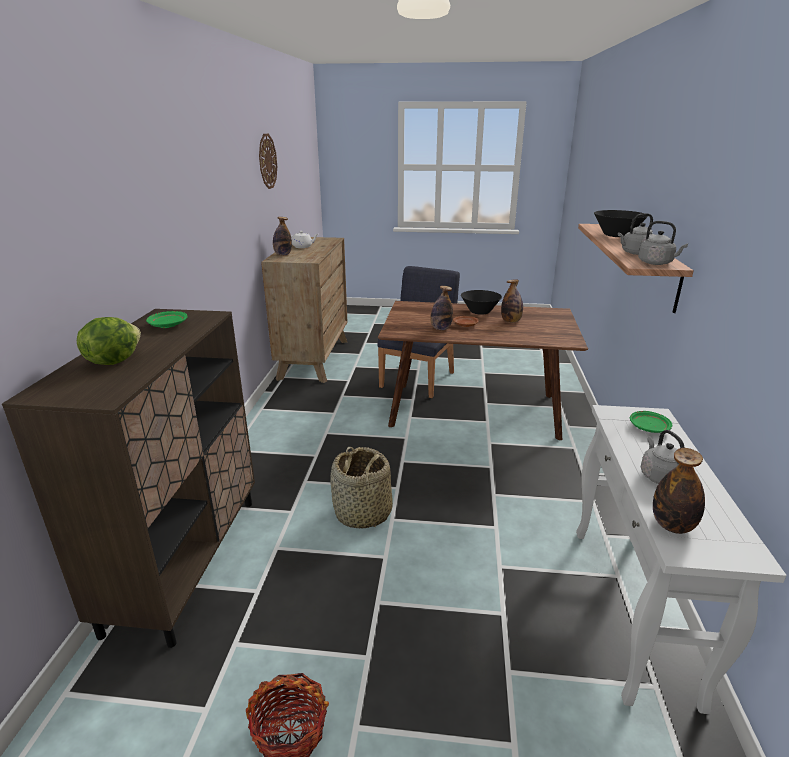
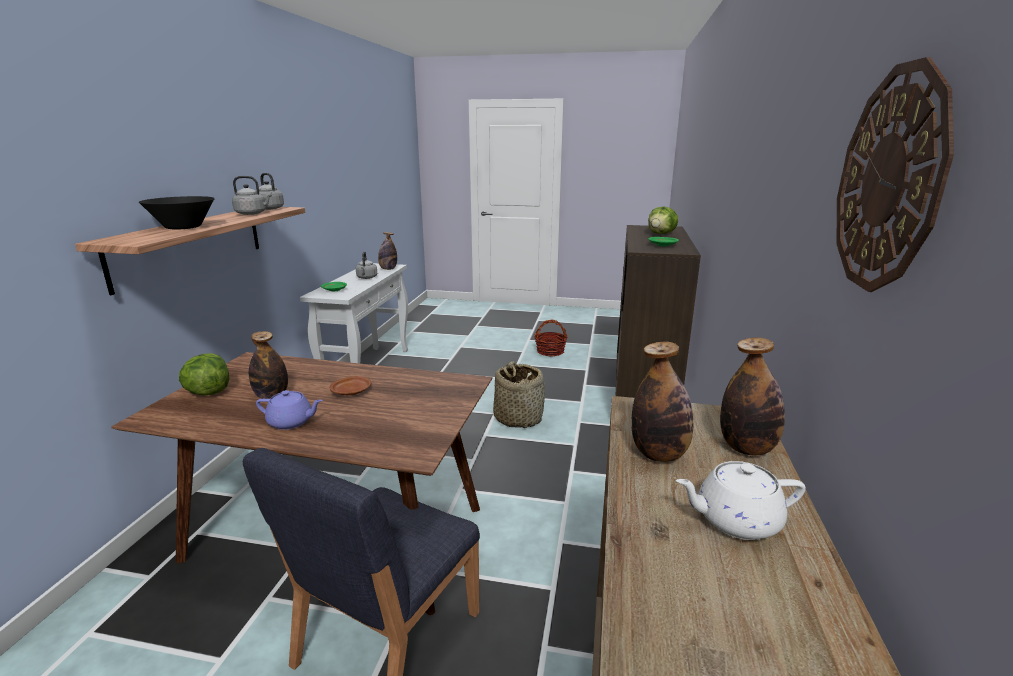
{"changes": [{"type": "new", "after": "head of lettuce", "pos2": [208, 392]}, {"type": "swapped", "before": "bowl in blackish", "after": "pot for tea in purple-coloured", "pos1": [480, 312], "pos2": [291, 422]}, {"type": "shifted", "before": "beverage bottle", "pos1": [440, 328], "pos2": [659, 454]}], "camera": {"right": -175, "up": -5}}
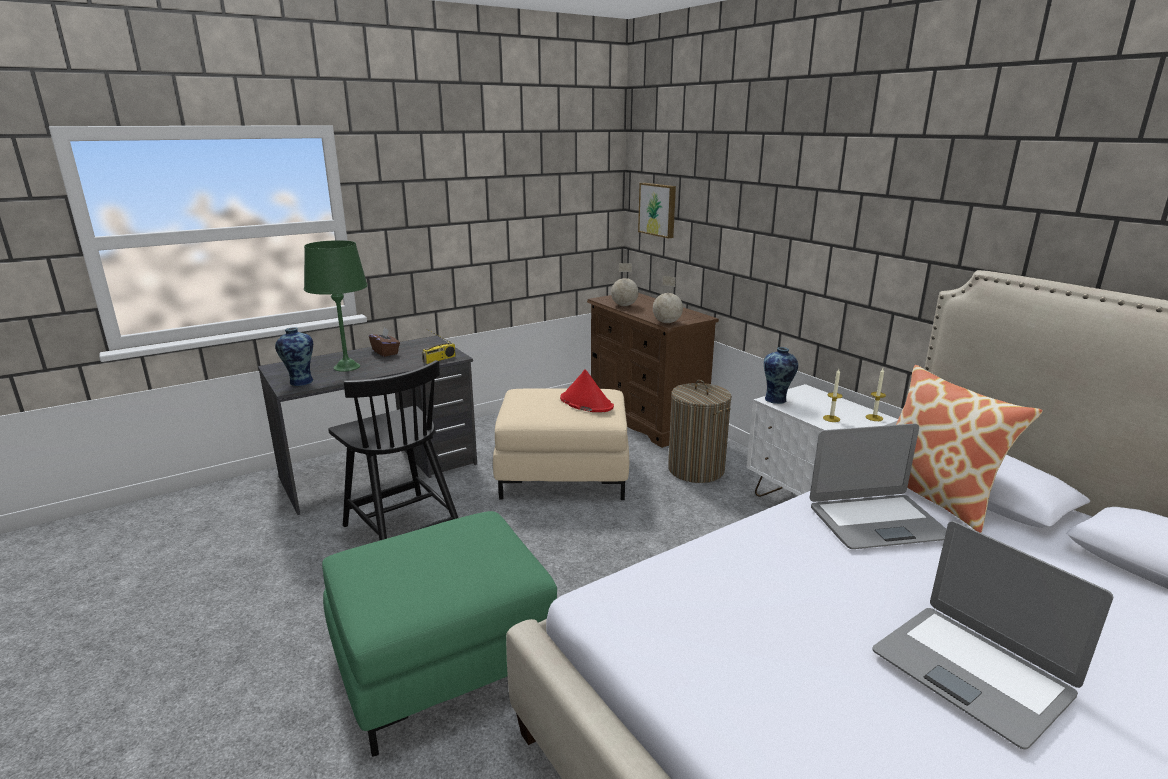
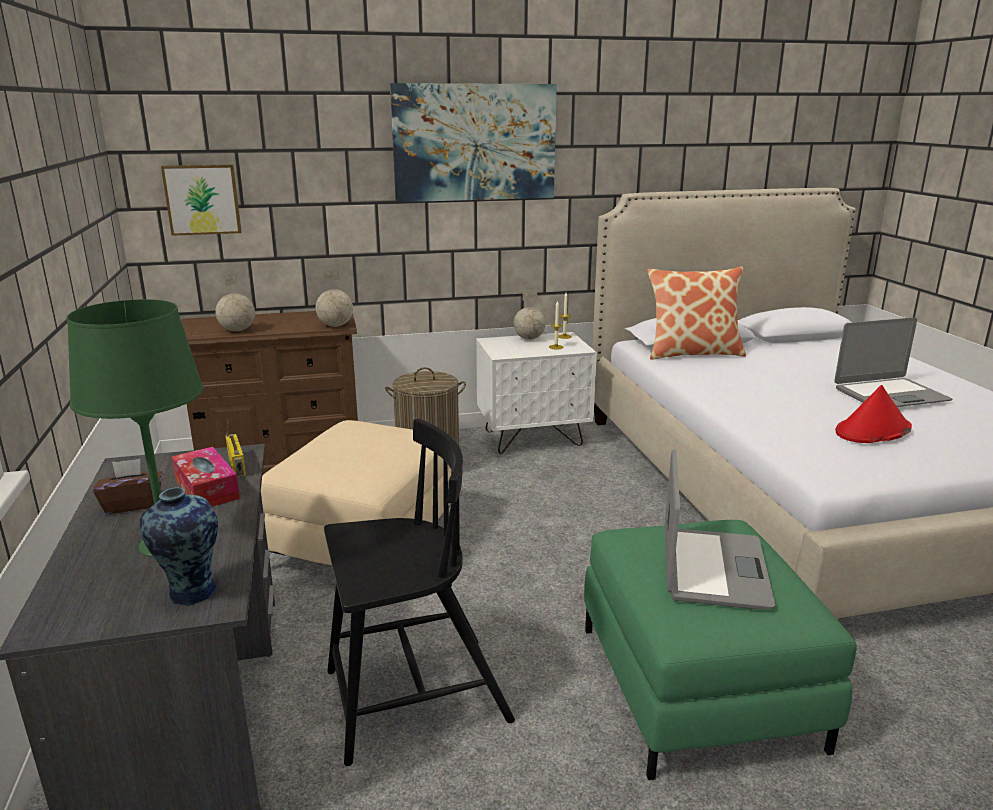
{"changes": [{"type": "new", "after": "box of tissues", "pos2": [207, 489]}, {"type": "new", "after": "picture", "pos2": [474, 142]}, {"type": "new", "after": "desk globe", "pos2": [528, 338]}, {"type": "shifted", "before": "laptop", "pos1": [877, 522], "pos2": [712, 569]}, {"type": "shifted", "before": "hat in red", "pos1": [586, 403], "pos2": [872, 431]}, {"type": "gone", "before": "decorative vase", "pos1": [776, 400]}], "camera": {"right": -70, "up": 0}}
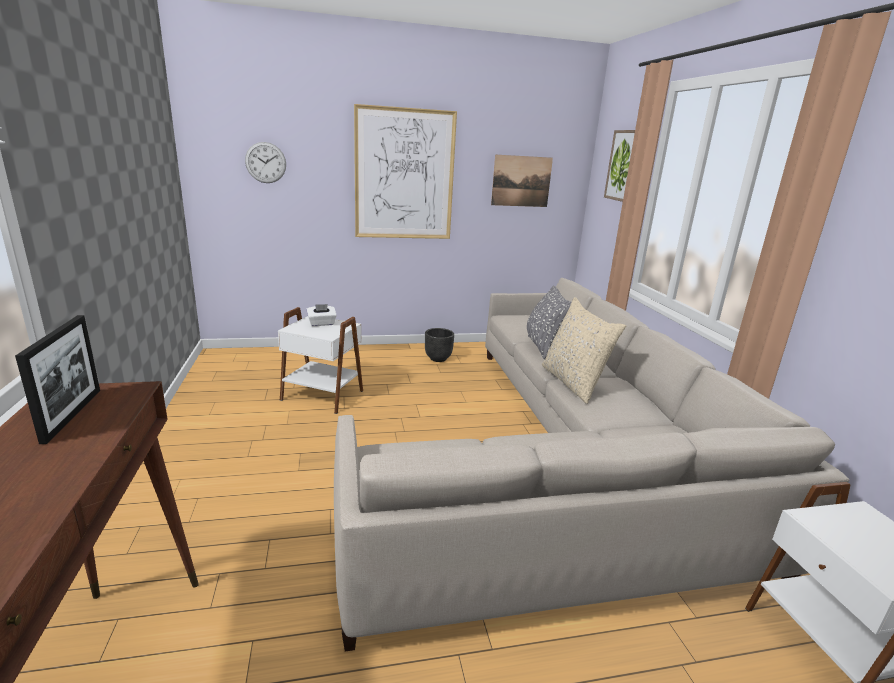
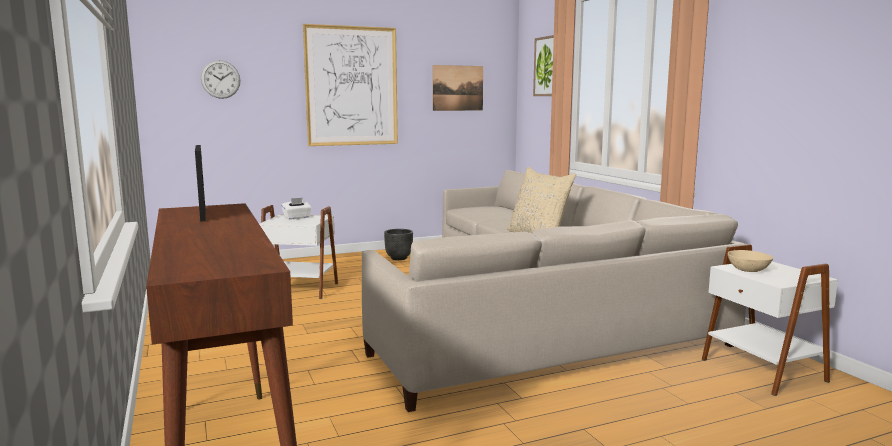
{"changes": [{"type": "new", "after": "bowl in sand-coloured", "pos2": [748, 270]}, {"type": "gone", "before": "cushion in gray", "pos1": [544, 348]}], "camera": {"right": -10, "up": -10}}
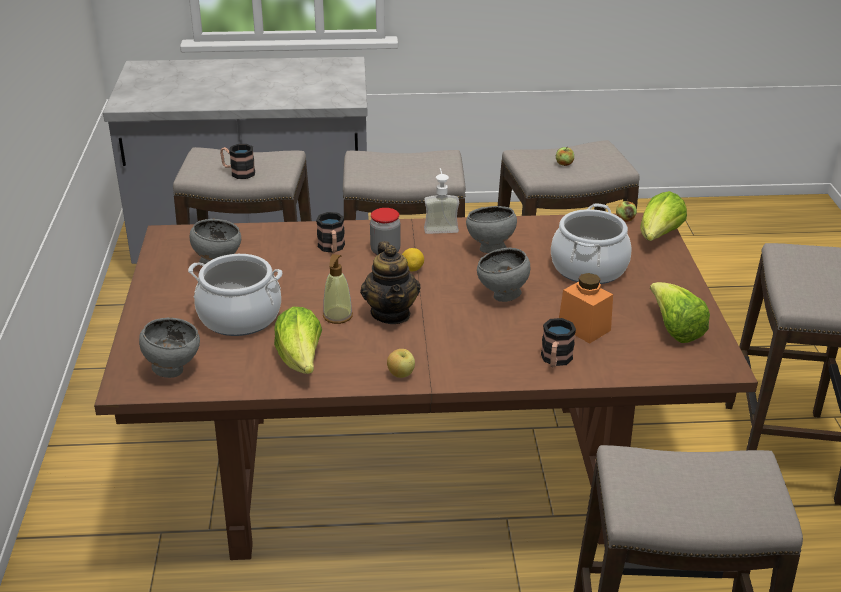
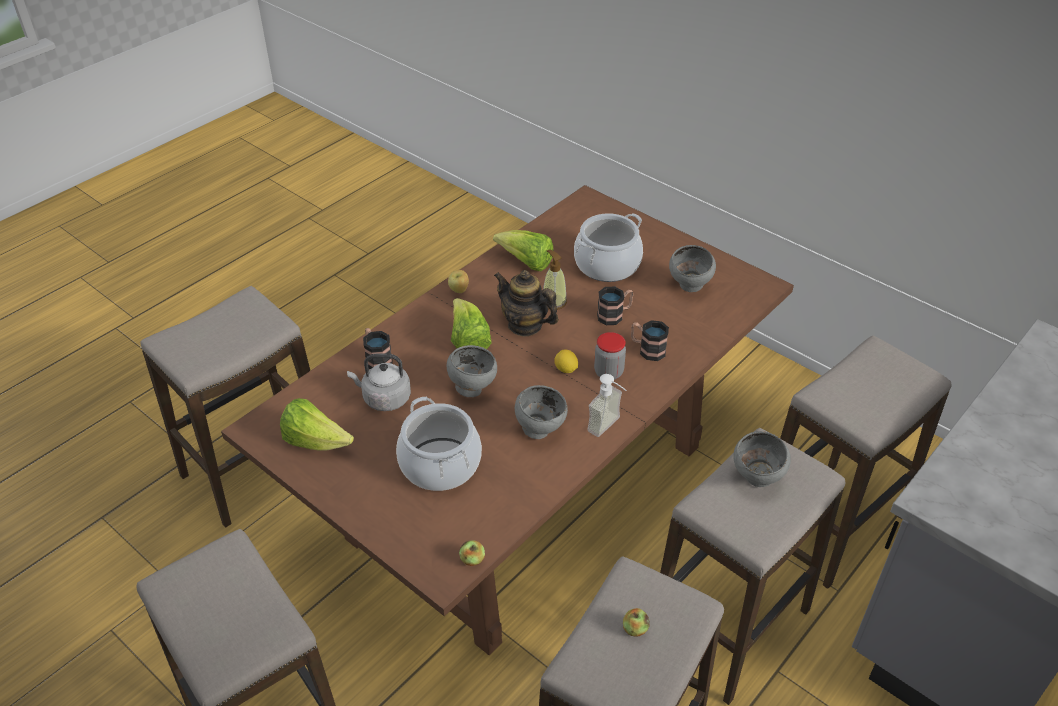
{"changes": [{"type": "swapped", "before": "storage jar in orange-coloured", "after": "kettle in gray", "pos1": [584, 328], "pos2": [384, 398]}, {"type": "shifted", "before": "head of lettuce", "pos1": [658, 237], "pos2": [468, 341]}, {"type": "shifted", "before": "mug", "pos1": [238, 172], "pos2": [614, 315]}, {"type": "shifted", "before": "bowl in gray", "pos1": [173, 370], "pos2": [757, 480]}], "camera": {"right": 135, "up": 10}}
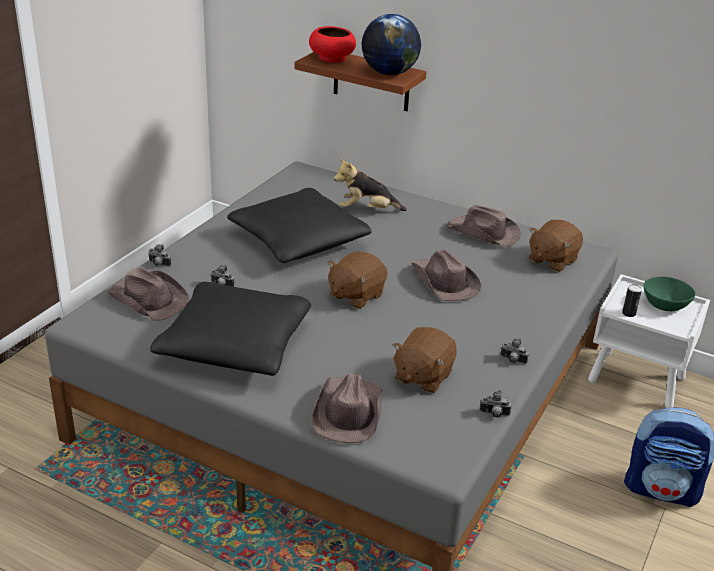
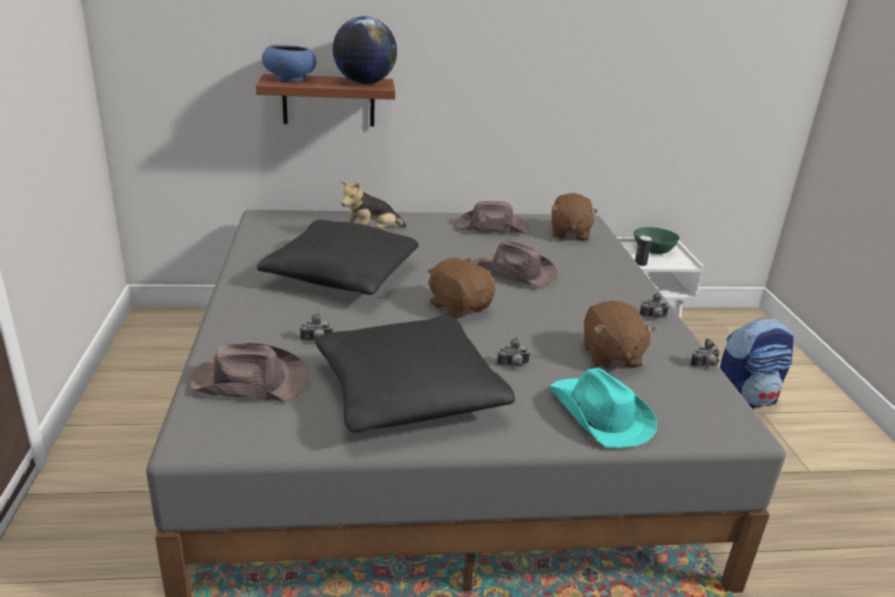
{"changes": [{"type": "repainted", "before": "bowl in red", "after": "bowl in blue-coloured", "pos1": [332, 58], "pos2": [290, 79]}, {"type": "rotated", "before": "cuddly toy in brown-coloured", "pos1": [355, 295], "pos2": [459, 307], "turn": 135}, {"type": "shifted", "before": "photo camera", "pos1": [158, 265], "pos2": [513, 365]}, {"type": "repainted", "before": "hat in brown-coloured", "after": "hat in turquoise-coloured", "pos1": [348, 412], "pos2": [599, 414]}], "camera": {"right": -35, "up": -5}}
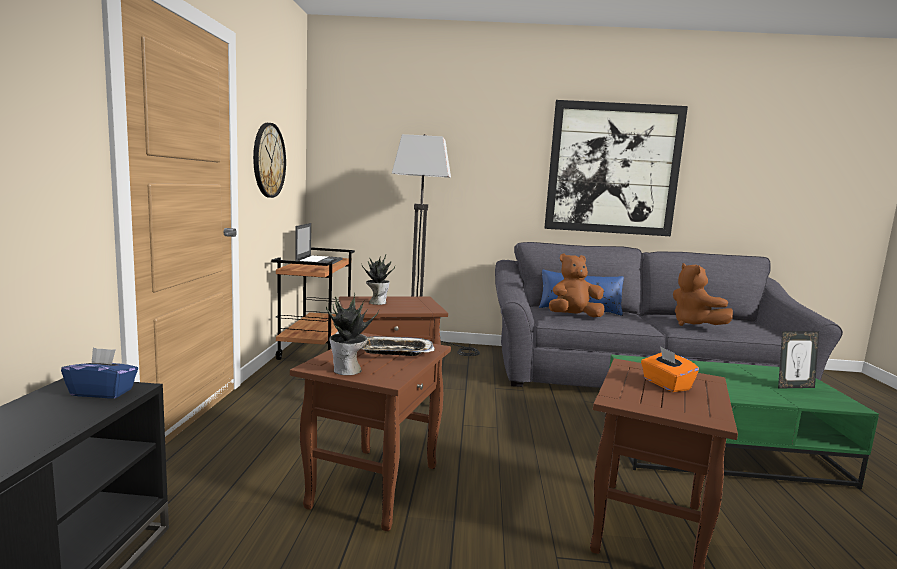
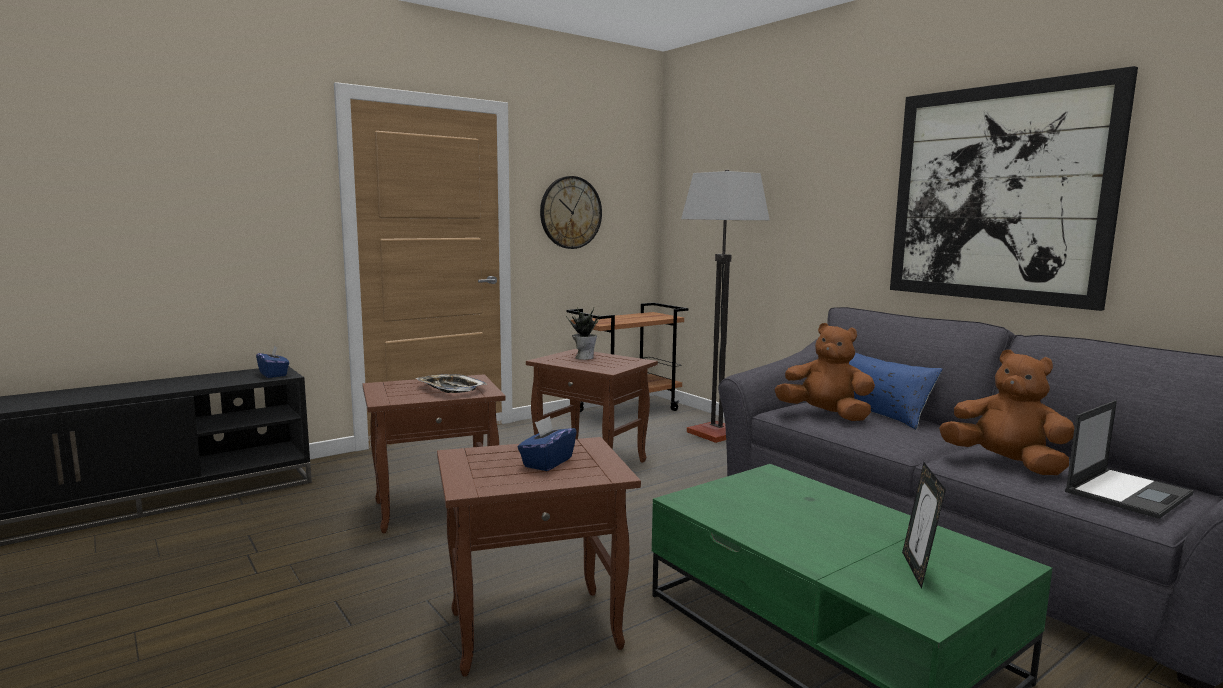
{"changes": [{"type": "repainted", "before": "box of tissues in orange-coloured", "after": "box of tissues in blue-coloured", "pos1": [666, 385], "pos2": [547, 462]}, {"type": "rotated", "before": "photo frame", "pos1": [793, 386], "pos2": [918, 570], "turn": 60}, {"type": "rotated", "before": "cuddly toy in brown-coloured", "pos1": [694, 324], "pos2": [1005, 463], "turn": 105}, {"type": "shifted", "before": "laptop", "pos1": [319, 261], "pos2": [1128, 492]}, {"type": "gone", "before": "potted plant", "pos1": [348, 371]}], "camera": {"right": 50, "up": 0}}
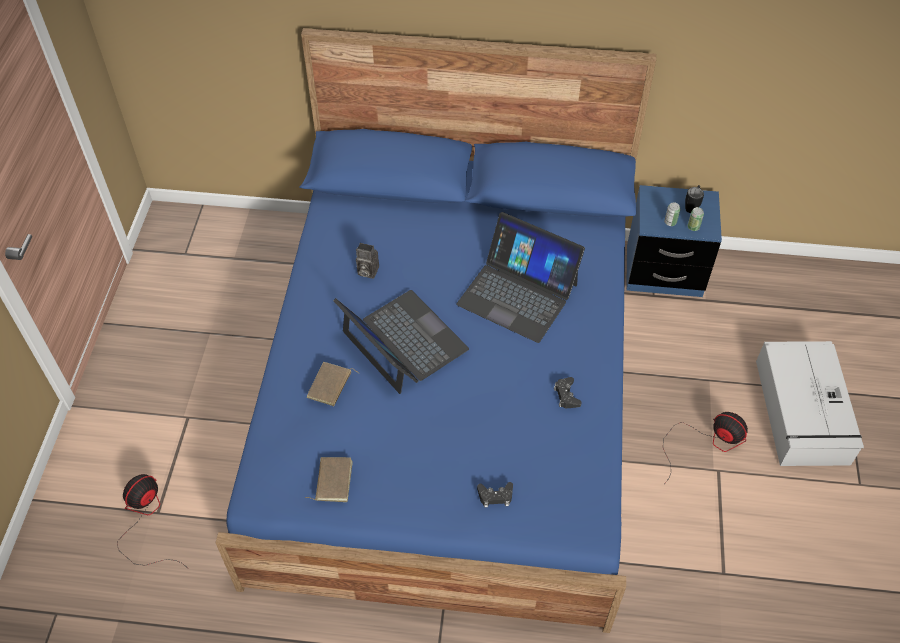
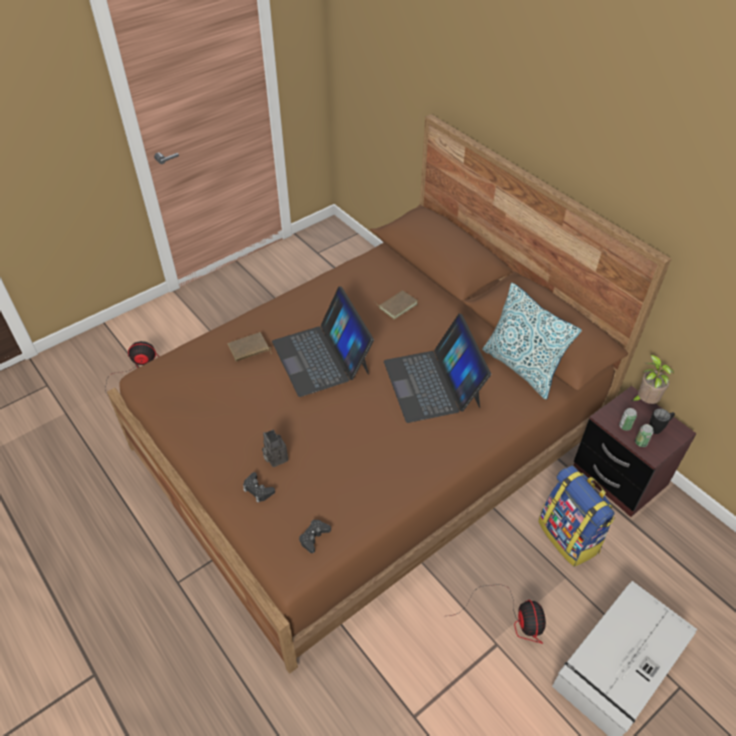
{"changes": [{"type": "repainted", "before": "bed in blue-coloured", "after": "bed in brown-coloured", "pos1": [451, 396], "pos2": [369, 440]}, {"type": "shifted", "before": "photo camera", "pos1": [366, 271], "pos2": [275, 457]}, {"type": "rotated", "before": "laptop", "pos1": [403, 342], "pos2": [321, 357], "turn": 150}, {"type": "shifted", "before": "joypad in blackish", "pos1": [566, 395], "pos2": [314, 537]}, {"type": "shifted", "before": "book in brown-coloured", "pos1": [332, 480], "pos2": [397, 305]}, {"type": "new", "after": "cushion", "pos2": [522, 368]}, {"type": "new", "after": "backpack", "pos2": [569, 537]}, {"type": "repainted", "before": "night table in blue-coloured", "after": "night table in brown-coloured", "pos1": [663, 271], "pos2": [619, 476]}, {"type": "new", "after": "potted plant", "pos2": [644, 401]}], "camera": {"right": 45, "up": -5}}
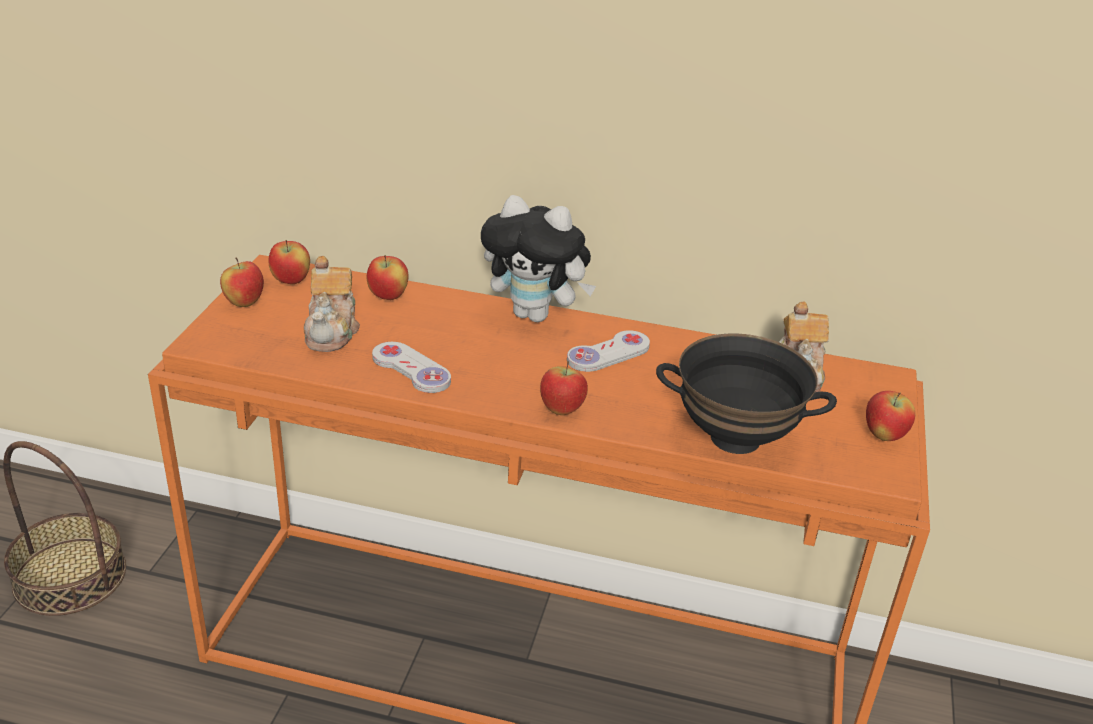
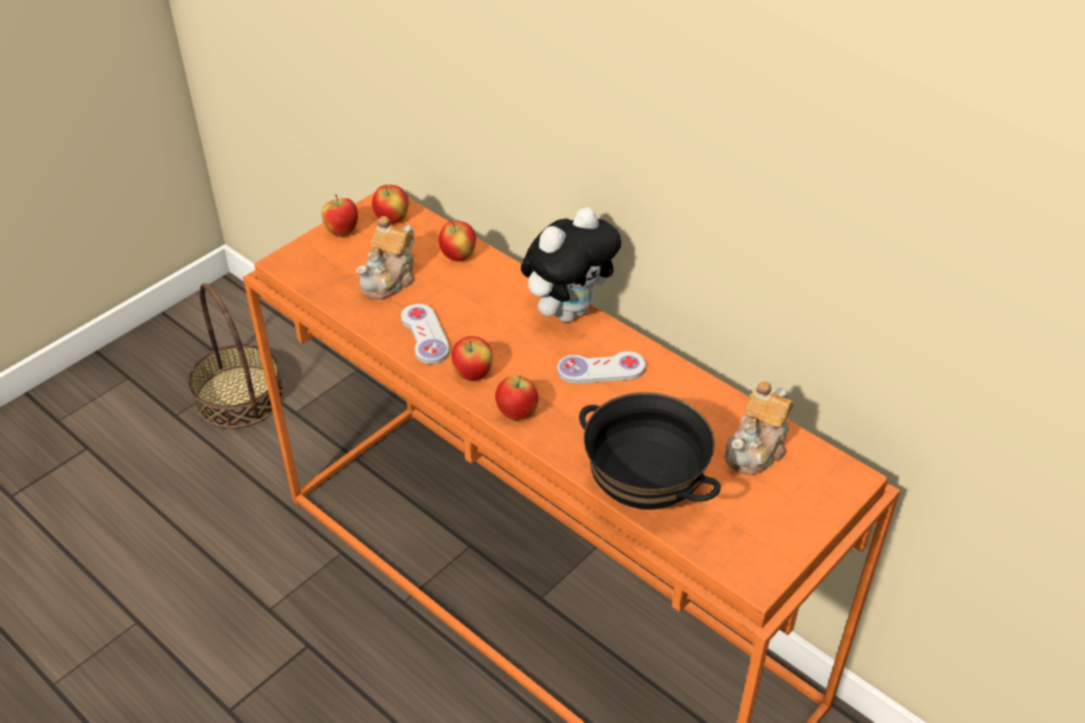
{"changes": [{"type": "shifted", "before": "whole apple", "pos1": [883, 436], "pos2": [473, 374]}, {"type": "rotated", "before": "cuddly toy", "pos1": [536, 315], "pos2": [568, 310], "turn": -90}], "camera": {"right": 30, "up": 10}}
